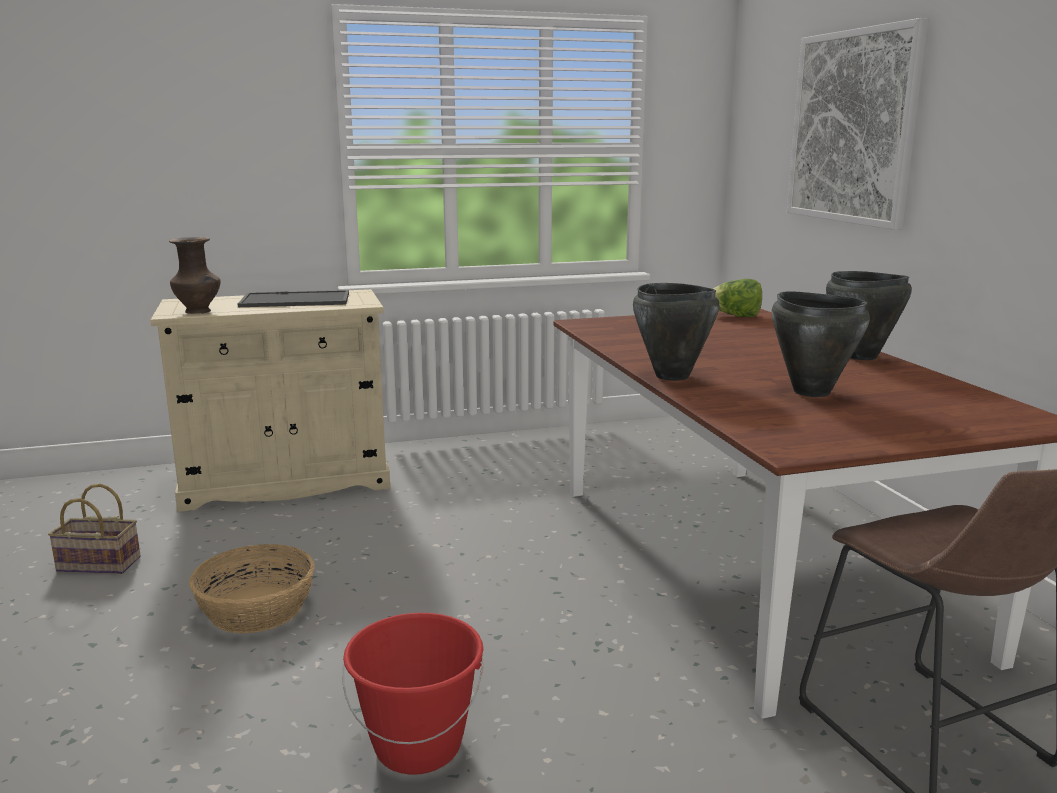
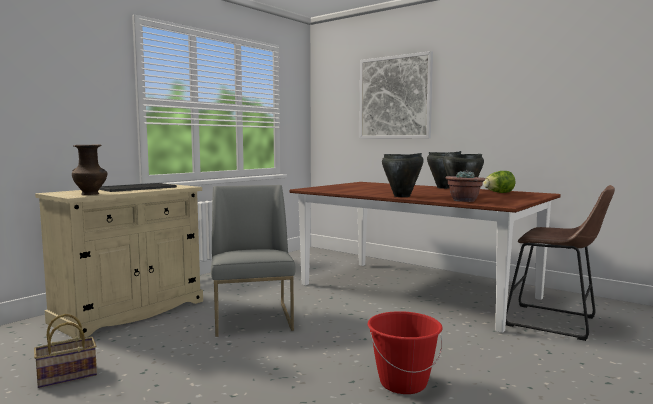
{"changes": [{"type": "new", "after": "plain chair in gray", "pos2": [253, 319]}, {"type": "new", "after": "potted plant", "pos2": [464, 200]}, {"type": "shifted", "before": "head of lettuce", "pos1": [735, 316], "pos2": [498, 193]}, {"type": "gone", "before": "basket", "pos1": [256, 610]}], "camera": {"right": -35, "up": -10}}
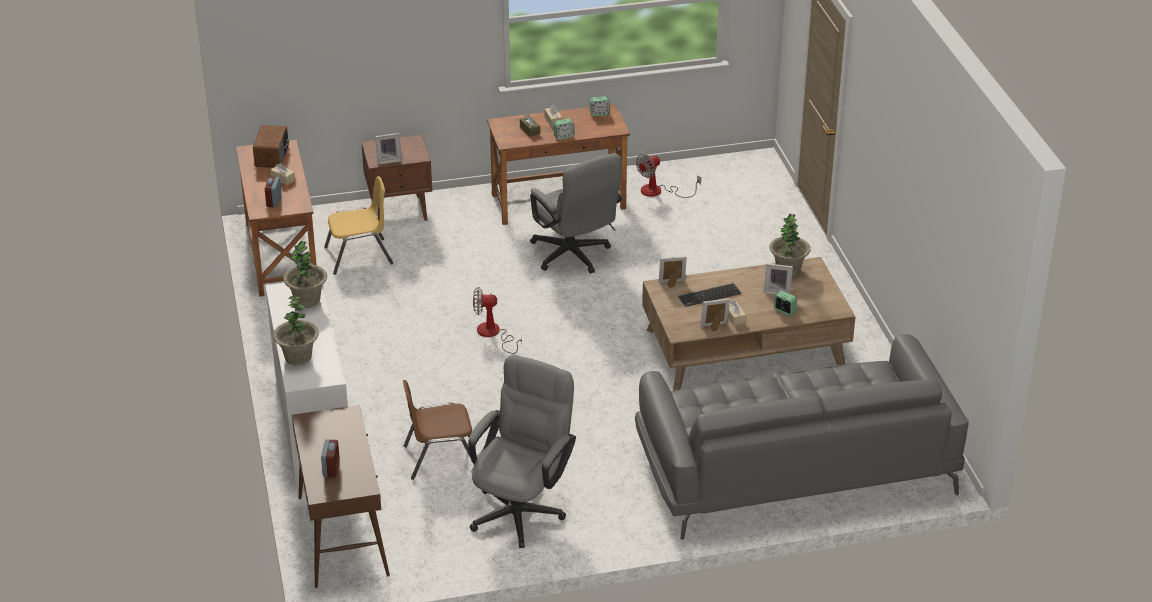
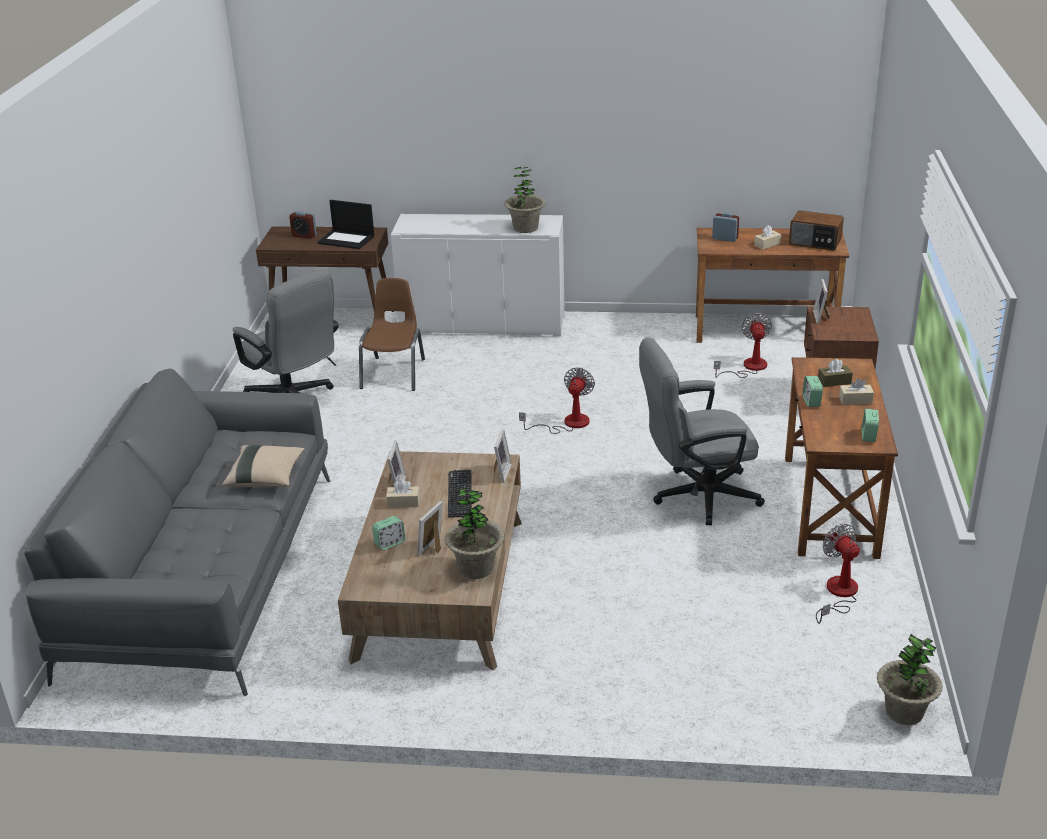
{"changes": [{"type": "new", "after": "cushion in sand-coloured", "pos2": [266, 478]}, {"type": "new", "after": "laptop", "pos2": [347, 239]}, {"type": "swapped", "before": "plain chair in yellow-coloured", "after": "fan", "pos1": [359, 256], "pos2": [748, 367]}, {"type": "shifted", "before": "potted plant", "pos1": [298, 357], "pos2": [904, 712]}], "camera": {"right": 110, "up": -5}}
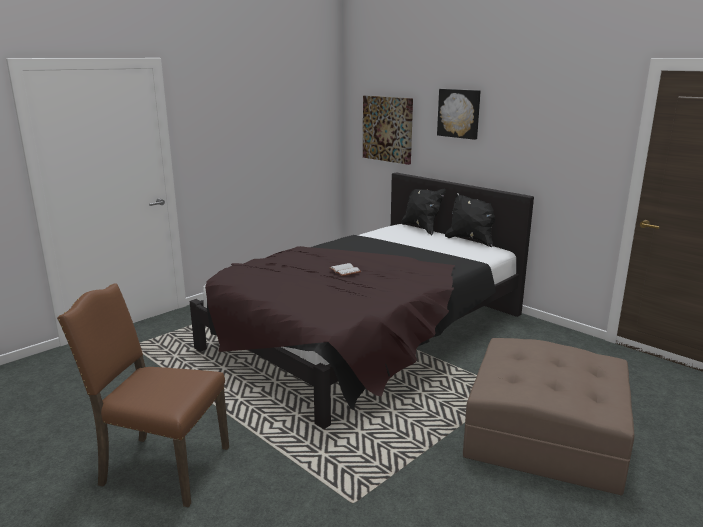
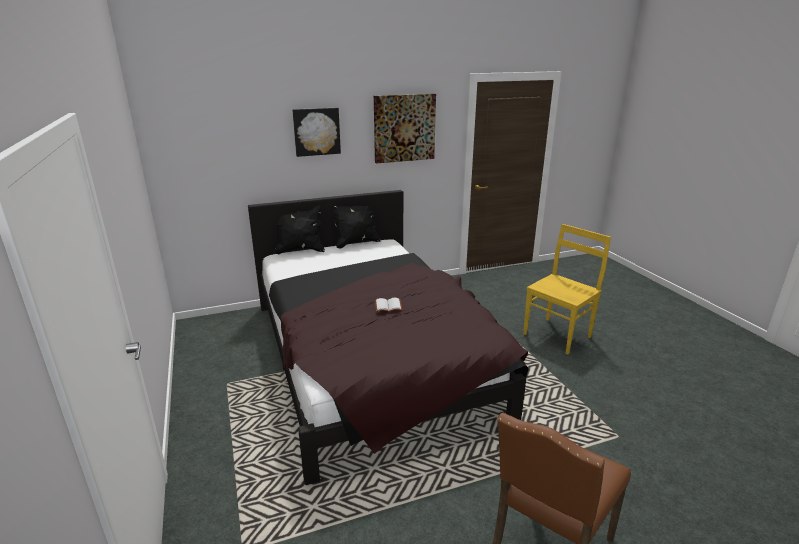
{"changes": [{"type": "shifted", "before": "picture", "pos1": [388, 129], "pos2": [404, 128]}, {"type": "swapped", "before": "footrest in brown-coloured", "after": "plain chair in yellow-coloured", "pos1": [545, 434], "pos2": [558, 335]}], "camera": {"right": -65, "up": 5}}
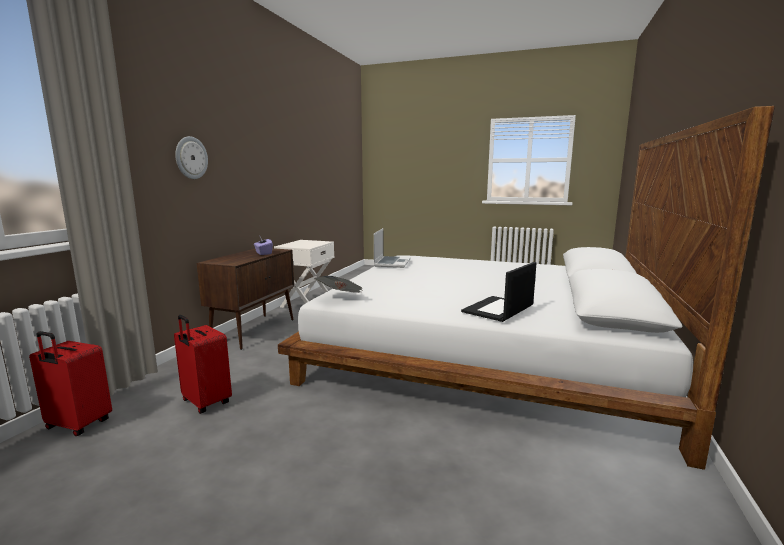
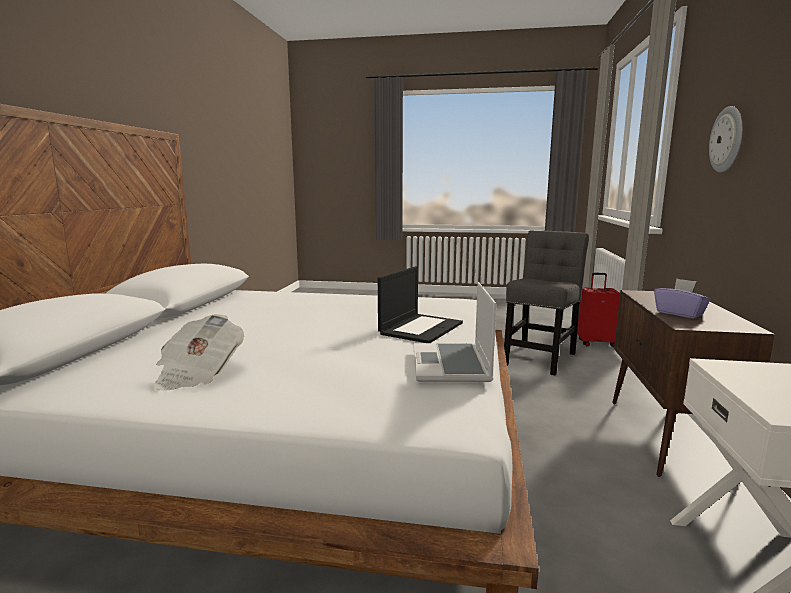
{"changes": [{"type": "shifted", "before": "daily paper", "pos1": [341, 298], "pos2": [198, 374]}, {"type": "shifted", "before": "laptop", "pos1": [498, 309], "pos2": [421, 328]}, {"type": "swapped", "before": "suitcase in red", "after": "plain chair in gray", "pos1": [205, 403], "pos2": [540, 357]}], "camera": {"right": 170, "up": 0}}
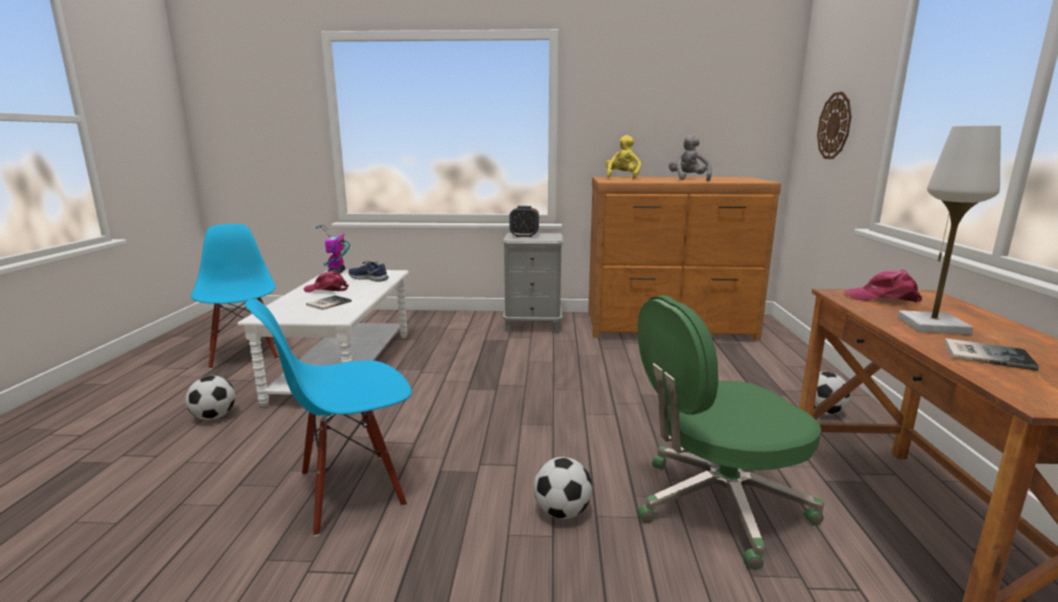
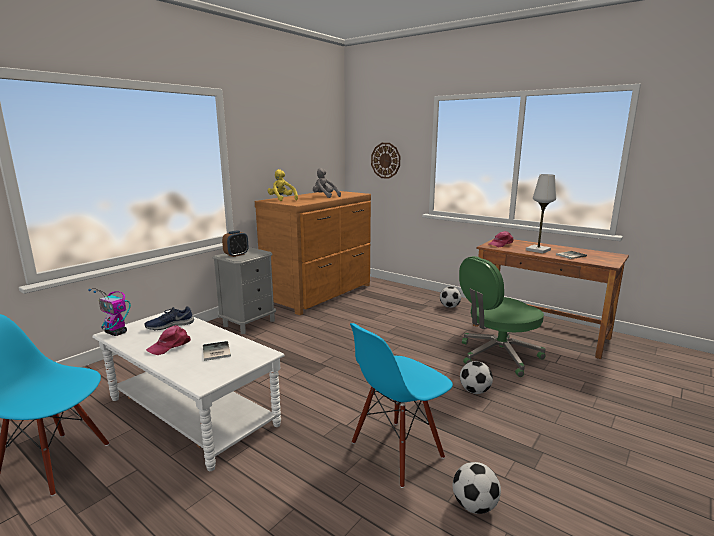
{"changes": [{"type": "rotated", "before": "plain chair in blue-coloured", "pos1": [350, 491], "pos2": [397, 451], "turn": 45}, {"type": "shifted", "before": "football", "pos1": [214, 417], "pos2": [474, 506]}, {"type": "rotated", "before": "office chair in greenish", "pos1": [717, 505], "pos2": [497, 356], "turn": 45}], "camera": {"right": -55, "up": 0}}
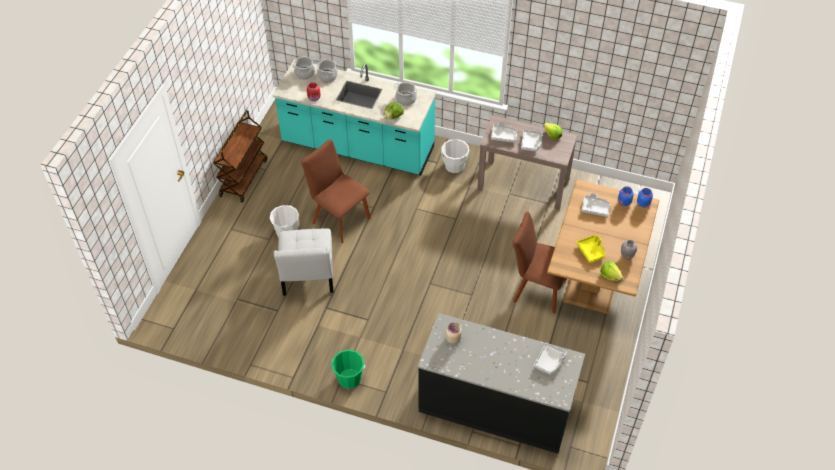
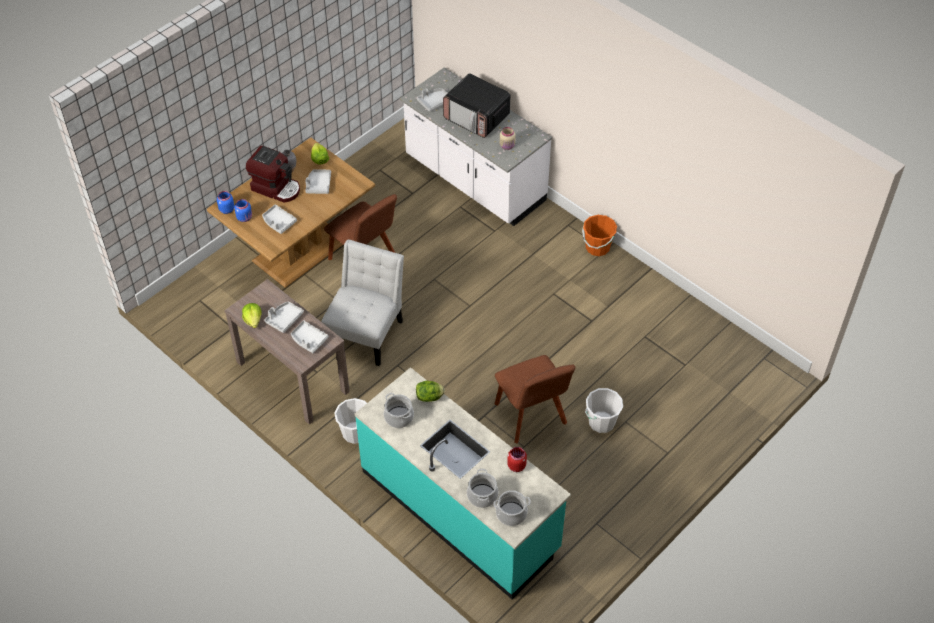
{"changes": [{"type": "new", "after": "coffee maker", "pos2": [276, 188]}, {"type": "repainted", "before": "tray in yellow-coloured", "after": "tray in gray", "pos1": [591, 251], "pos2": [318, 185]}, {"type": "shifted", "before": "plain chair in white", "pos1": [307, 277], "pos2": [366, 331]}, {"type": "repainted", "before": "kitchen base unit in blackish", "after": "kitchen base unit in white", "pos1": [496, 406], "pos2": [474, 180]}, {"type": "new", "after": "microwave oven", "pos2": [477, 117]}, {"type": "repainted", "before": "bucket in greenish", "after": "bucket in orange-coloured", "pos1": [349, 378], "pos2": [597, 247]}, {"type": "gone", "before": "wheeled cart in brown-coloured", "pos1": [243, 177]}], "camera": {"right": -155, "up": 0}}
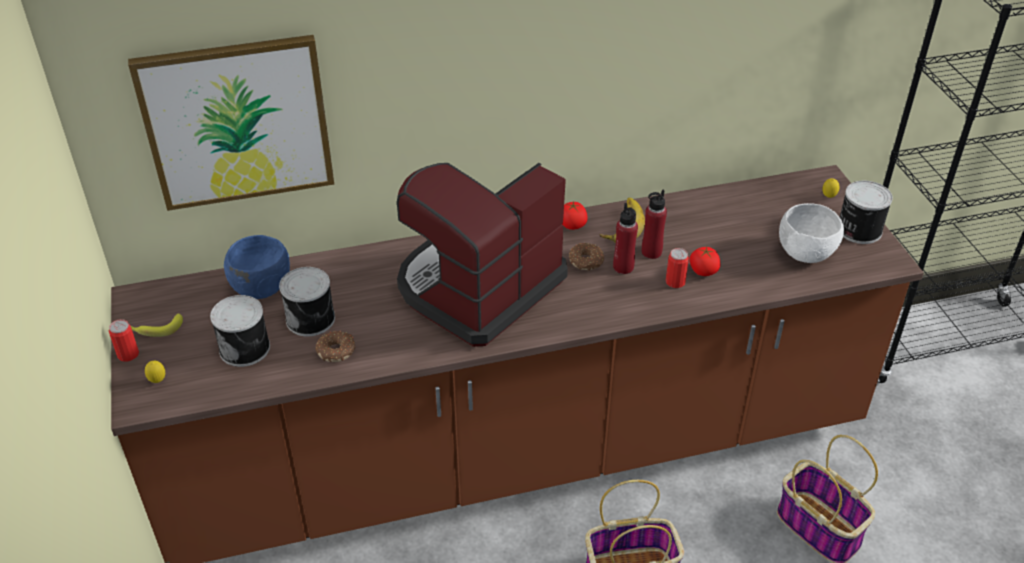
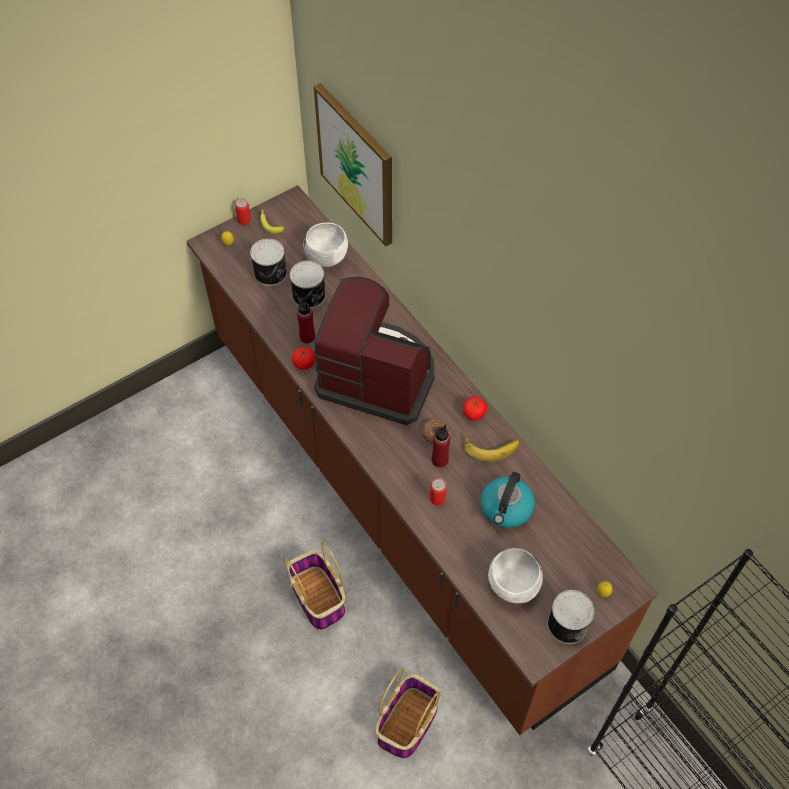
{"changes": [{"type": "shifted", "before": "tomato", "pos1": [703, 271], "pos2": [304, 363]}, {"type": "shifted", "before": "beverage bottle in red", "pos1": [651, 252], "pos2": [307, 337]}, {"type": "repainted", "before": "bowl in blue-coloured", "after": "bowl in white", "pos1": [261, 288], "pos2": [326, 258]}, {"type": "new", "after": "kettle", "pos2": [506, 509]}, {"type": "gone", "before": "ring doughnut", "pos1": [337, 351]}], "camera": {"right": 70, "up": 15}}
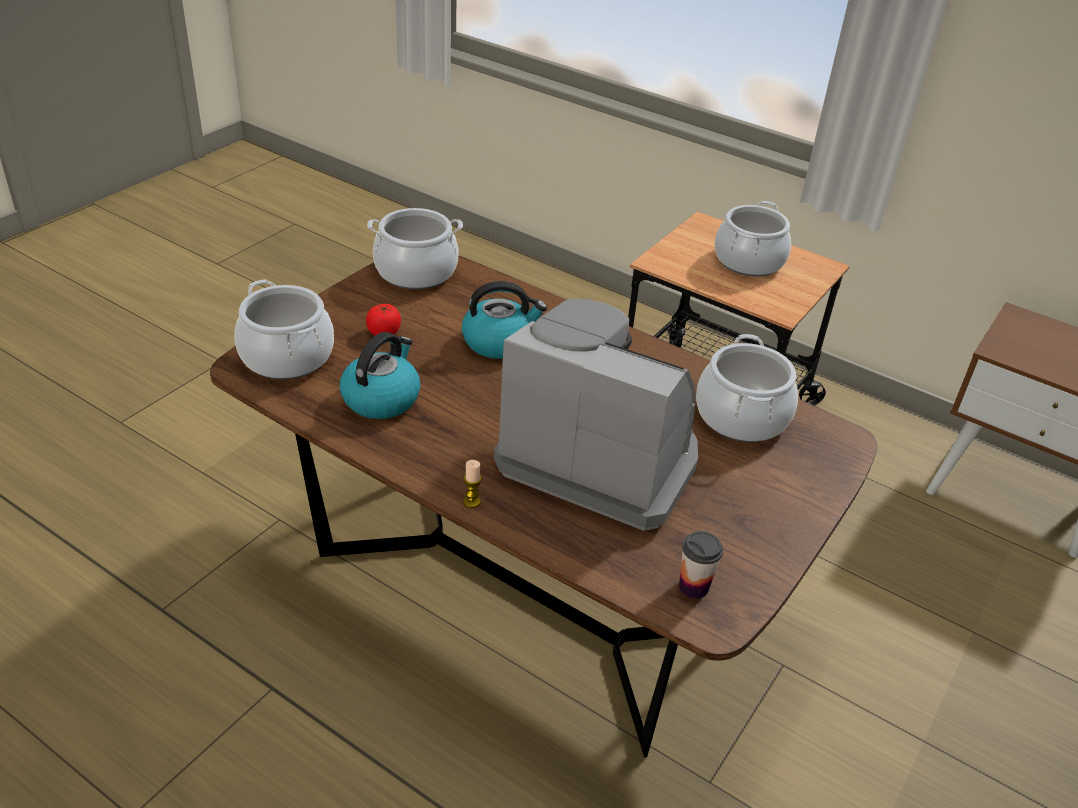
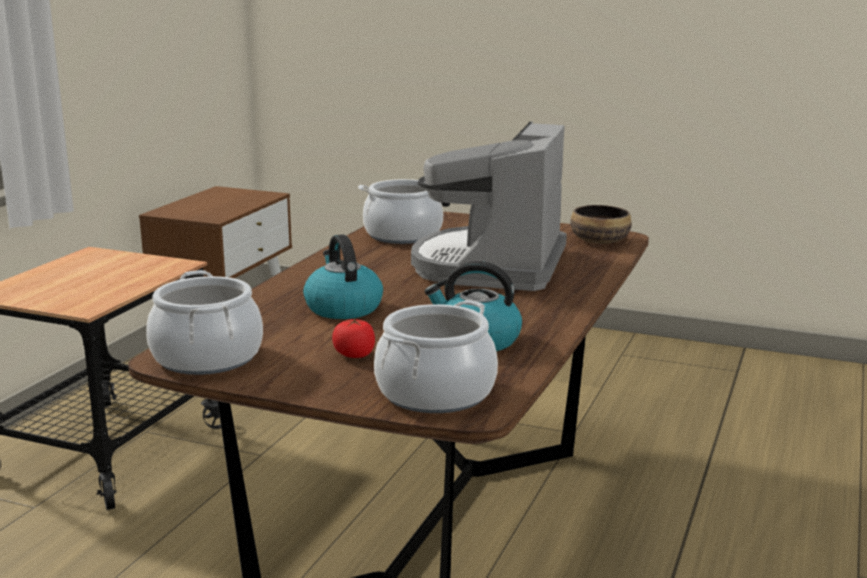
{"changes": [{"type": "swapped", "before": "small cup", "after": "bowl", "pos1": [693, 587], "pos2": [599, 241]}, {"type": "gone", "before": "candle", "pos1": [472, 501]}, {"type": "gone", "before": "cooking pot", "pos1": [749, 261]}], "camera": {"right": -100, "up": -20}}
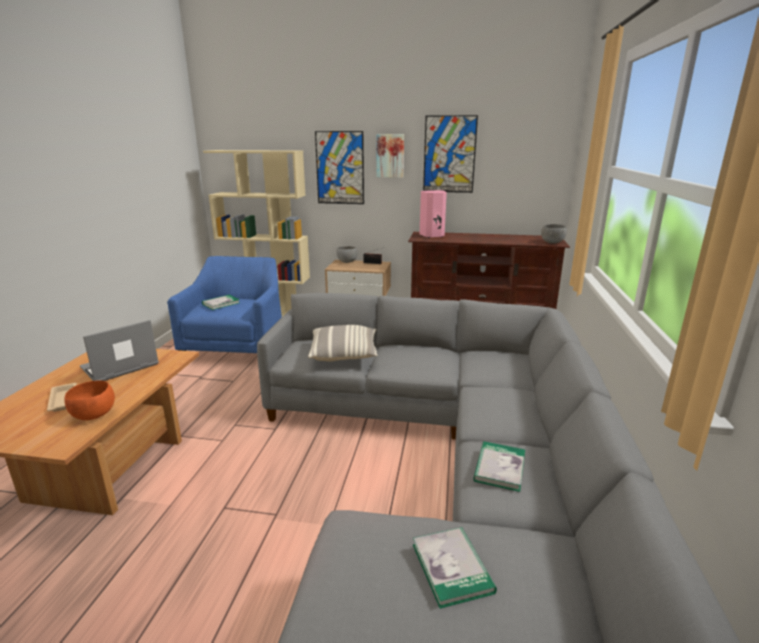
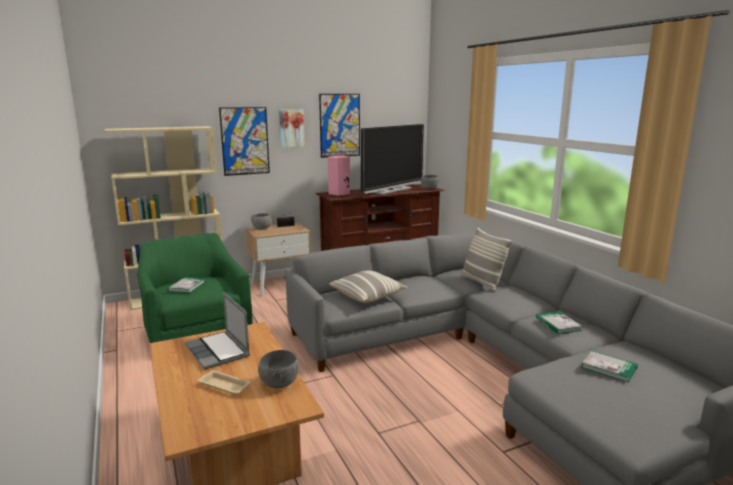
{"changes": [{"type": "repainted", "before": "lounge chair in blue-coloured", "after": "lounge chair in greenish", "pos1": [237, 348], "pos2": [196, 332]}, {"type": "rotated", "before": "laptop", "pos1": [119, 367], "pos2": [218, 351], "turn": -45}, {"type": "repainted", "before": "bowl in orange-coloured", "after": "bowl in gray", "pos1": [94, 416], "pos2": [280, 384]}, {"type": "new", "after": "TV set", "pos2": [391, 190]}, {"type": "new", "after": "cushion", "pos2": [482, 282]}], "camera": {"right": -35, "up": -5}}
